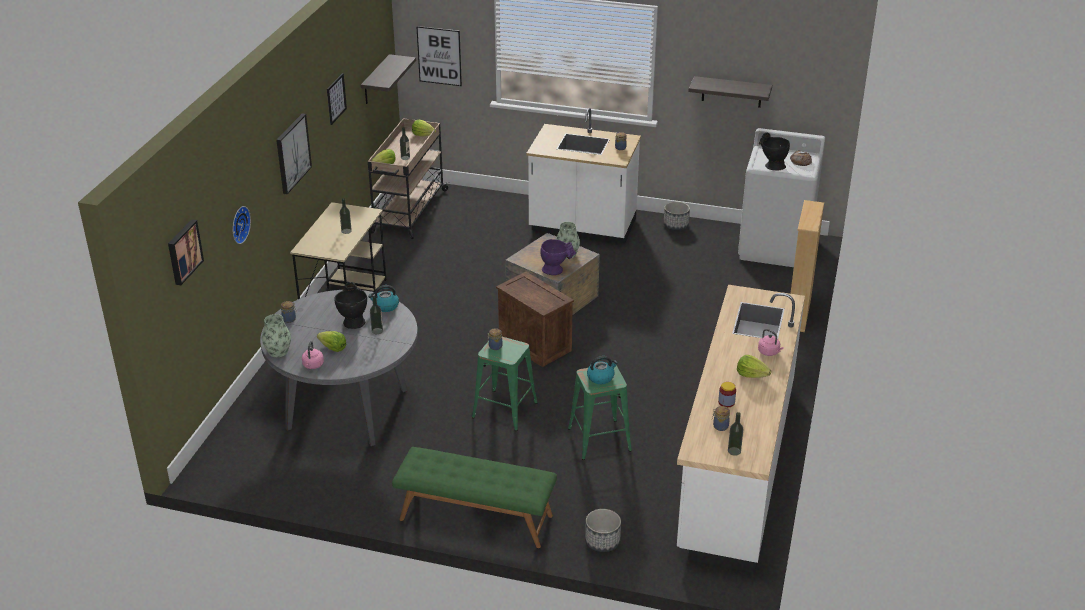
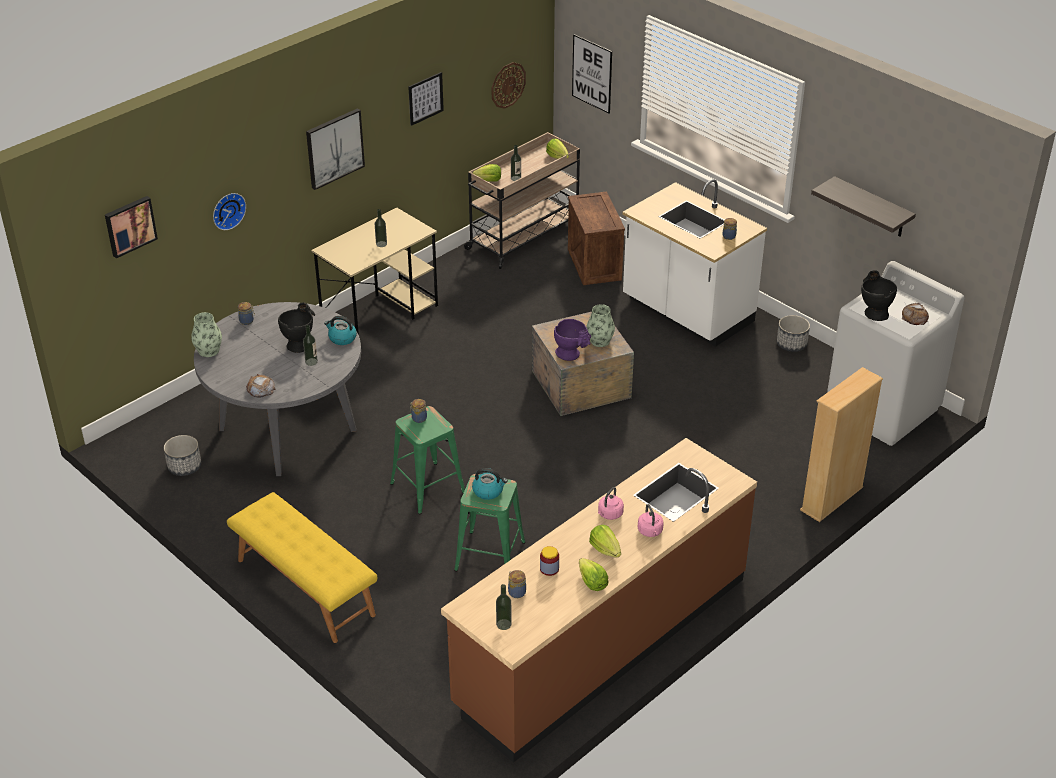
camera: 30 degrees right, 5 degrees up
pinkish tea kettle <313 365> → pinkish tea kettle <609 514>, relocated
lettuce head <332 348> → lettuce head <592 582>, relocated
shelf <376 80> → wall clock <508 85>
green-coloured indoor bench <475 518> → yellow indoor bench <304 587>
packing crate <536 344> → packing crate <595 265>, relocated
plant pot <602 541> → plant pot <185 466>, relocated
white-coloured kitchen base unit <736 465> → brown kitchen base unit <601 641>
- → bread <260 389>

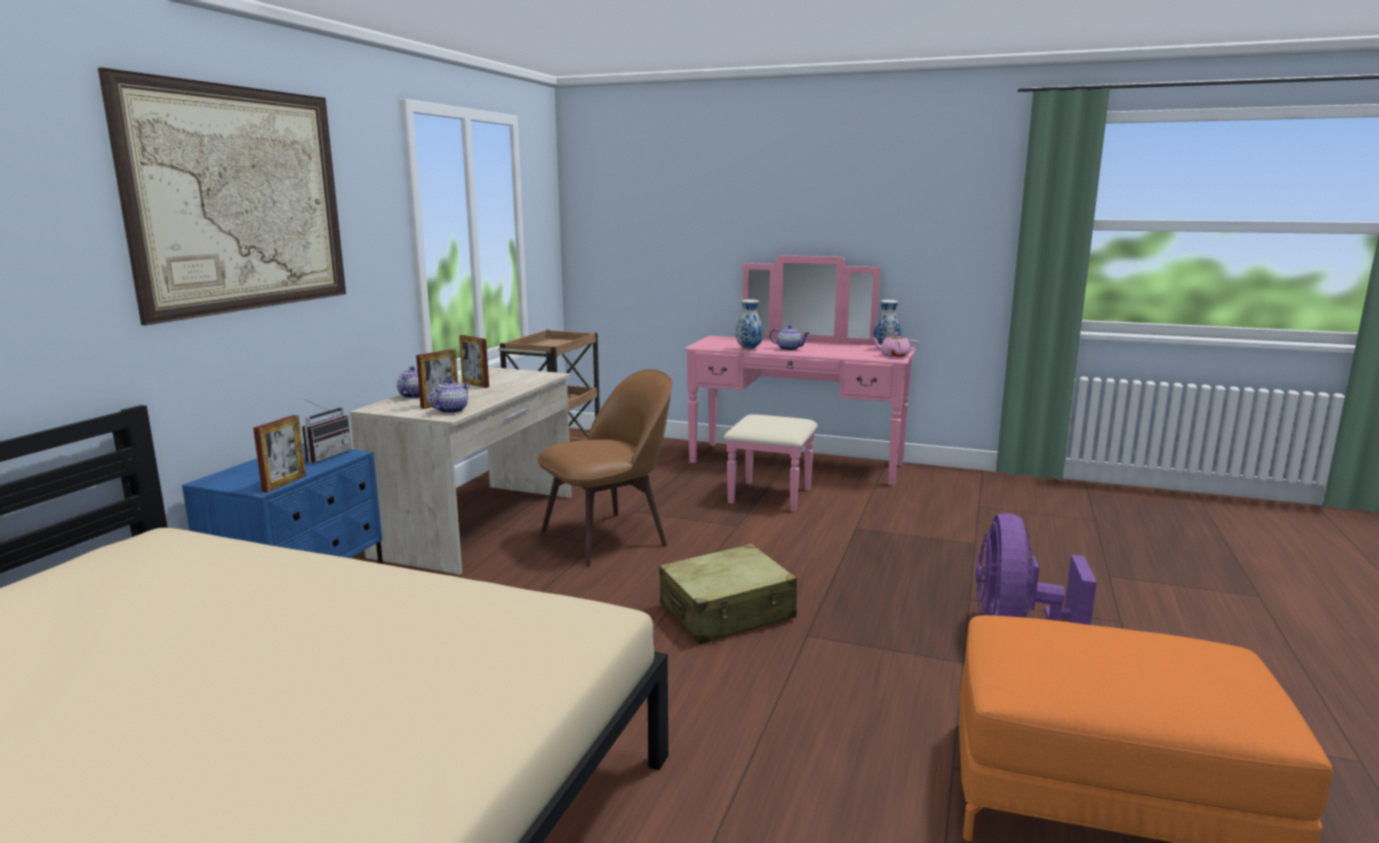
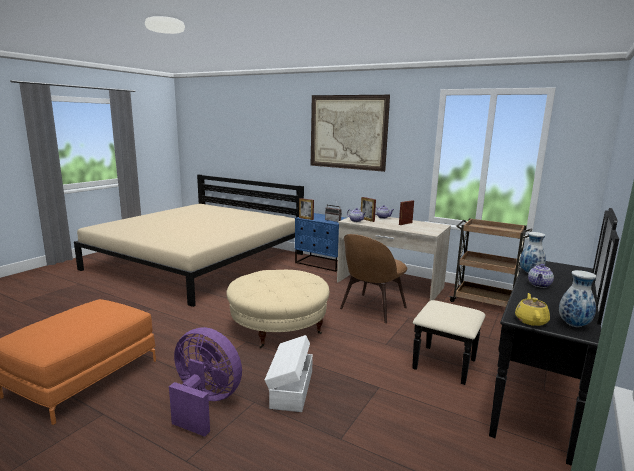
camera: 100 degrees right, 0 degrees up
brown plain chair <608 537> → brown plain chair <371 309>, 60 degrees clockwise
sand-coloured suitcase <727 612> → sand-coloured pouffe <278 327>
pinkish chest of drawers <791 470> → black-coloured chest of drawers <514 385>
pinkish tea pot <894 355> → yellow tea pot <531 320>
- → white-coloured storage box <290 389>

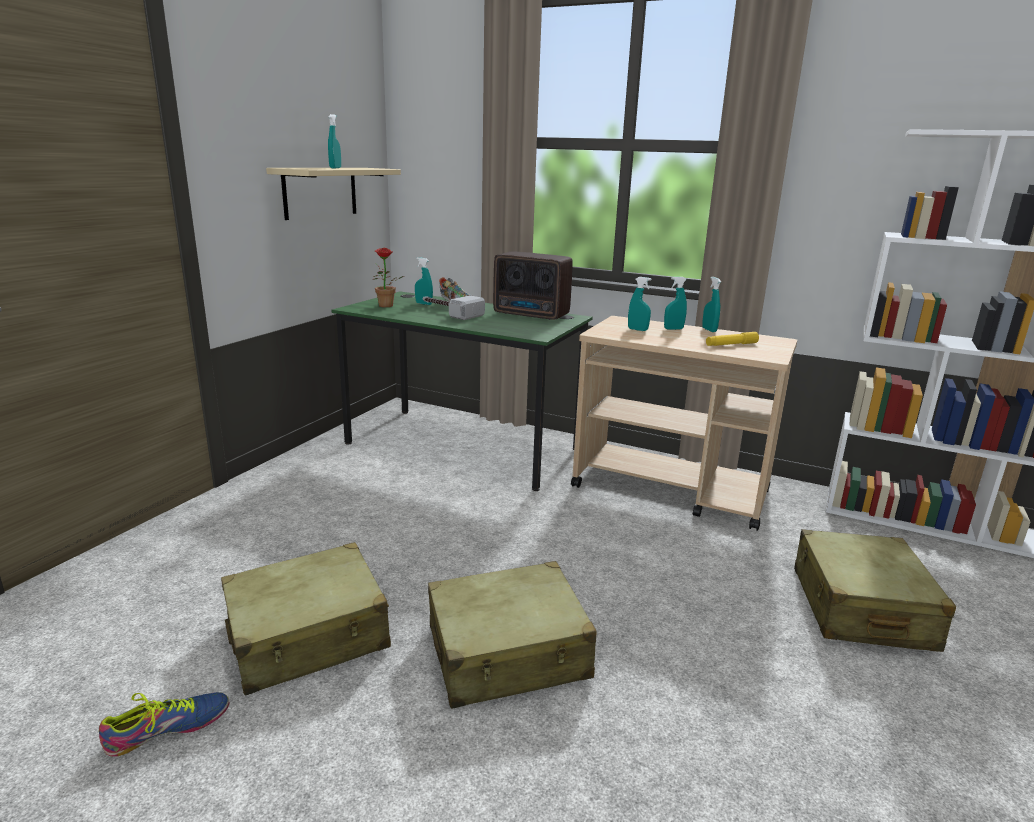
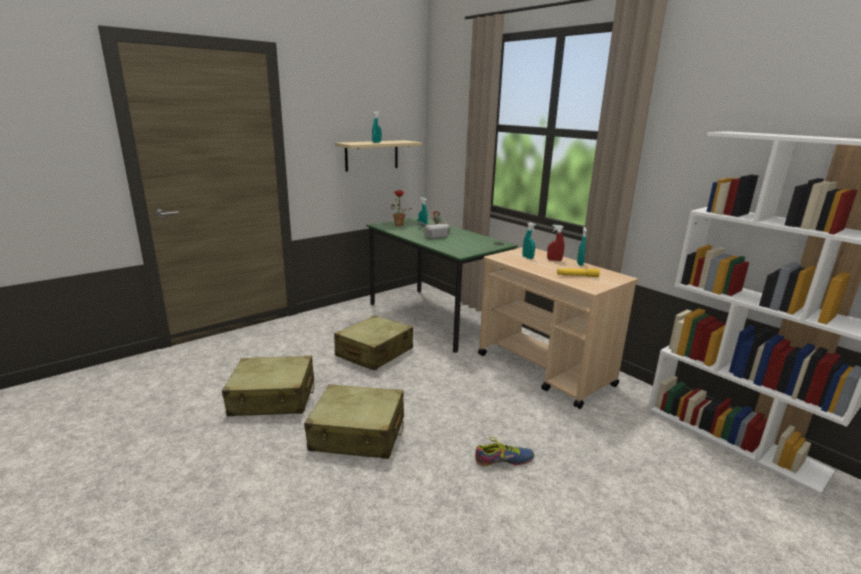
camera: 25 degrees right, 0 degrees up
shoe <168 729> → shoe <503 460>, relocated
radio <532 315> → -
blue-green hand sprayer <673 329> → red-coloured hand sprayer <554 260>
sand-coloured suitcase <860 608> → sand-coloured suitcase <374 353>, relocated

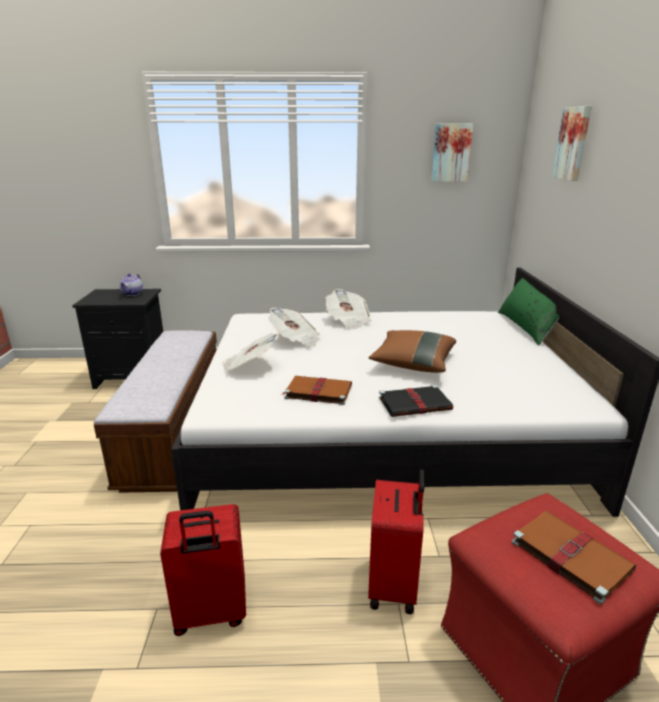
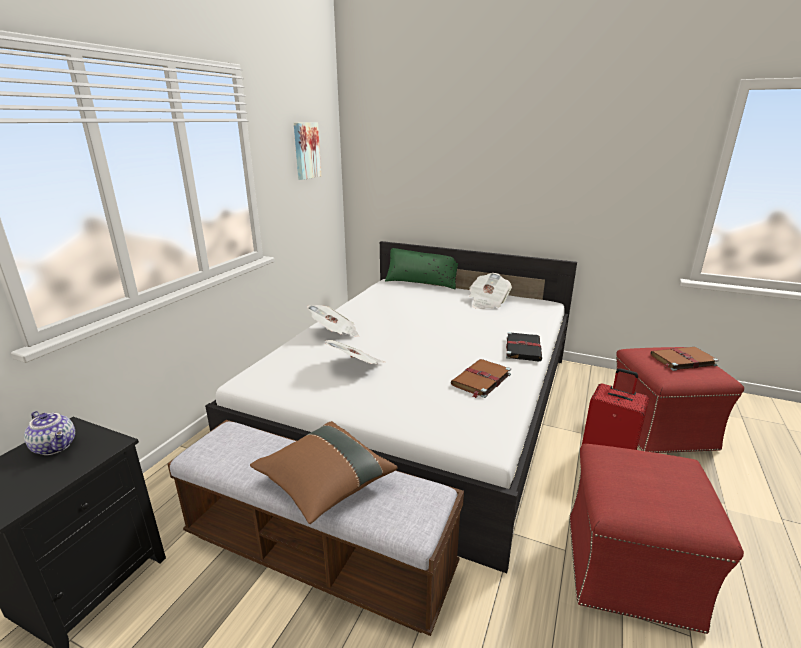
camera: 65 degrees left, 0 degrees up
red-coloured suitcase <211 614> → red-coloured pouffe <630 570>
newspaper <249 366> → newspaper <487 302>, relocated
brown pillow <413 363> → brown pillow <324 483>, relocated
wall art <573 144> → -

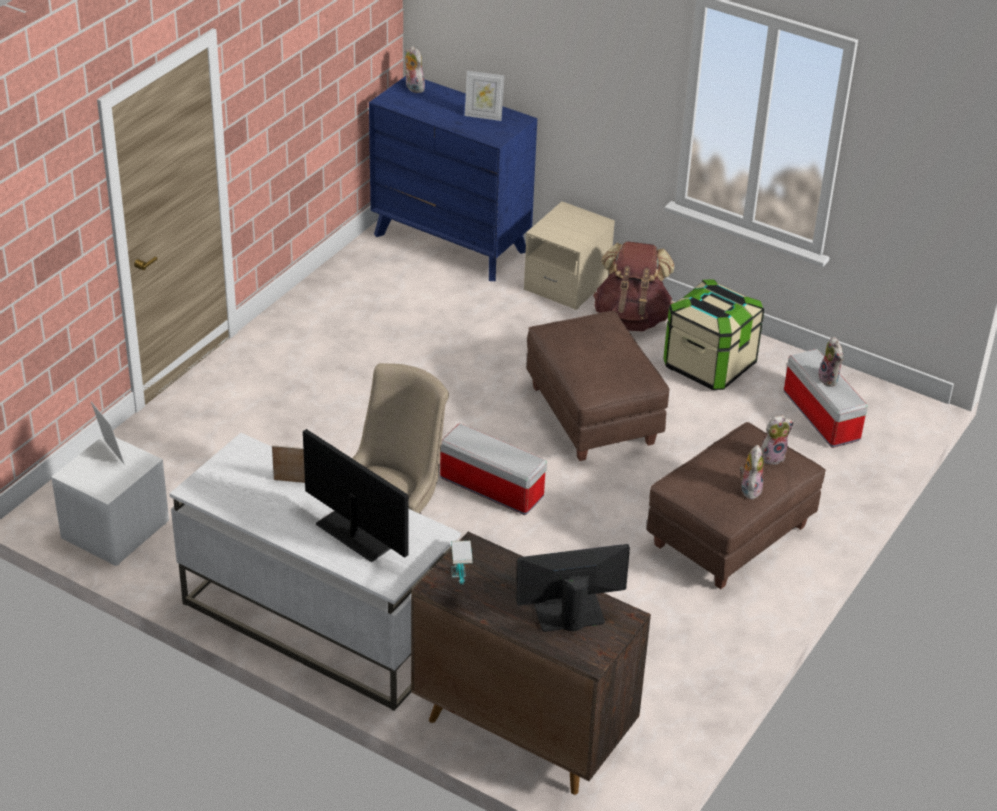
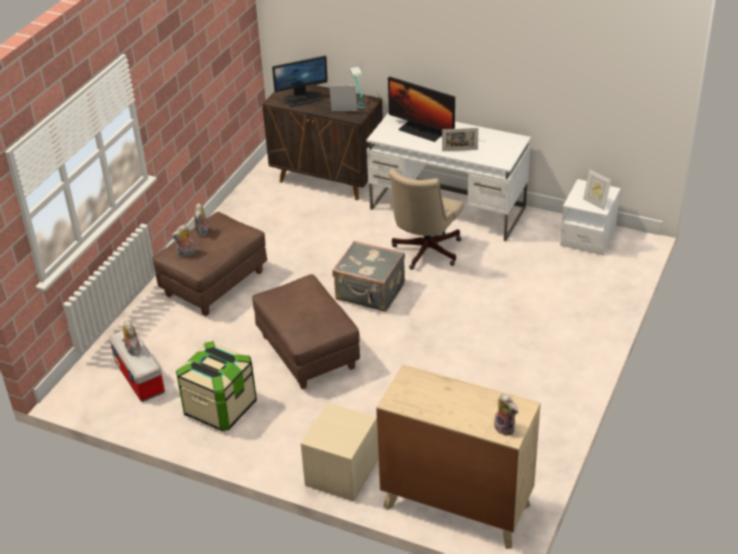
camera: 175 degrees right, 0 degrees up
blue-coloured chest of drawers <450 243> → sand-coloured chest of drawers <456 506>
storage box <490 487> → grey suitcase <370 293>
photo frame <483 116> → photo frame <344 112>, relocated
brown rucksack <632 318> → -

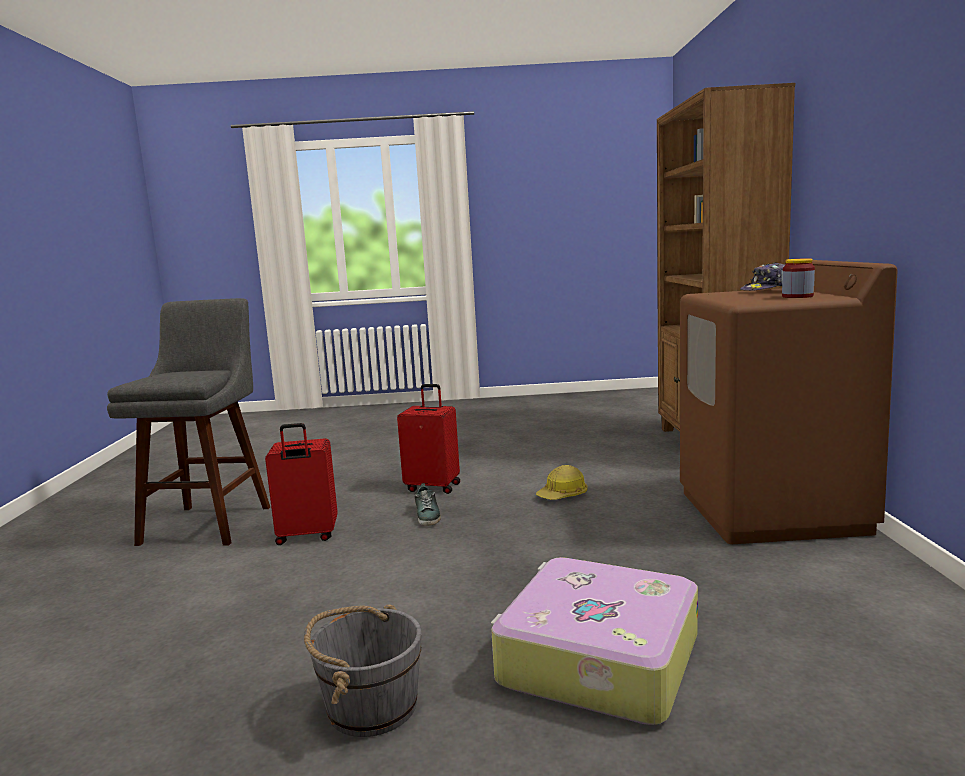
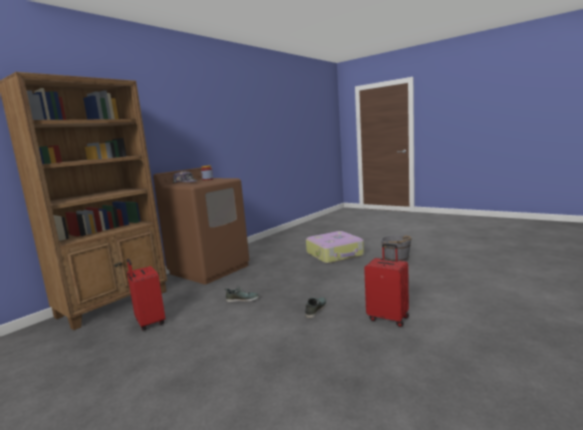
camera: 140 degrees left, 0 degrees up
grey stool <210 522> → -
red-coloured suitcase <433 487> → red-coloured suitcase <149 323>, relocated
hard hat <563 495> → shoe <242 299>

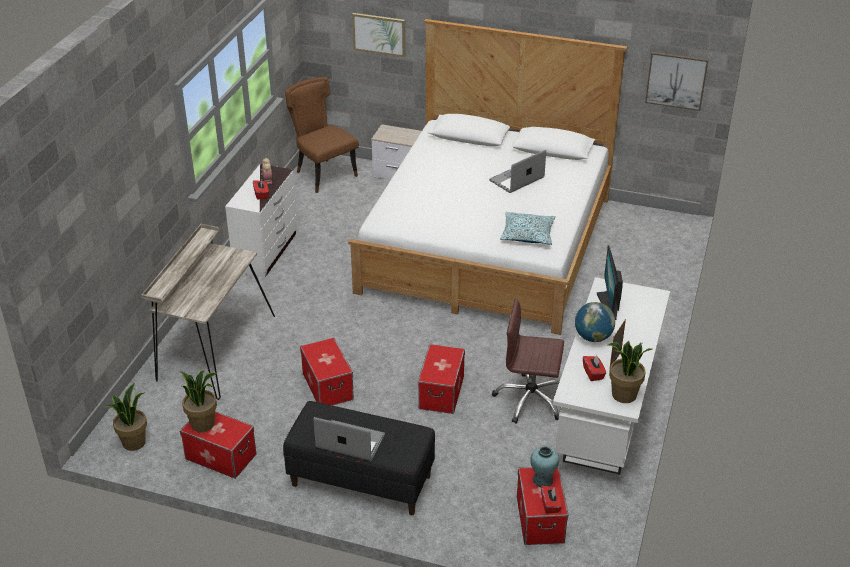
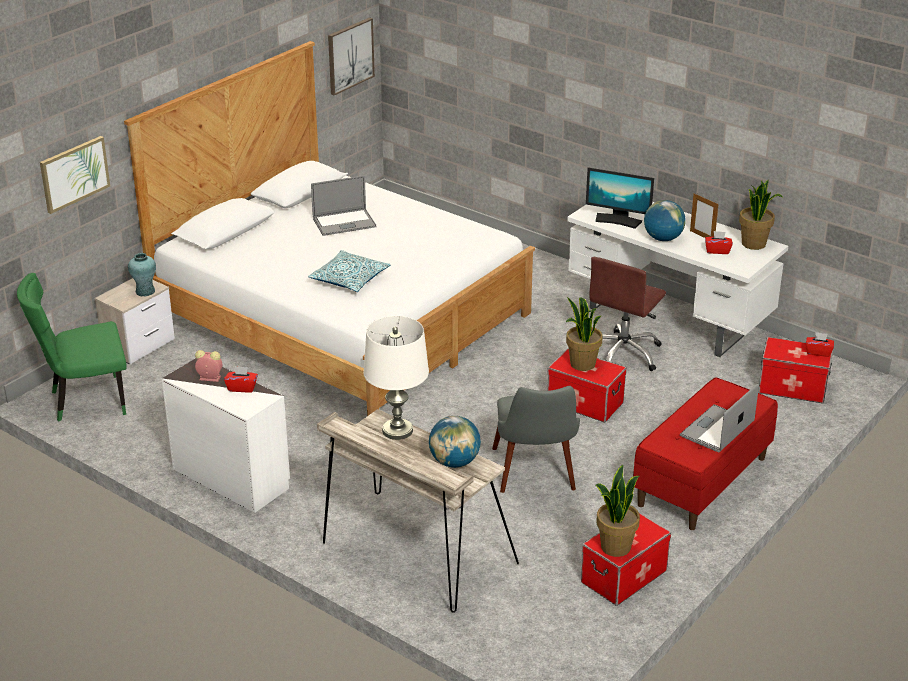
camera: 70 degrees left, 5 degrees down
houseplant <134 442> → houseplant <582 364>, relocated
black-coloured indoor bench <361 481> → red-coloured indoor bench <702 481>
brown plain chair <323 174> → green-coloured plain chair <85 401>
storage box <327 386> → grey plain chair <536 476>
portable computer <516 179> → portable computer <344 223>, 90 degrees counterclockwise
pillow <527 234> → pillow <349 279>, relocated
blue-green flower vase <542 480> → blue-green flower vase <145 291>, relocated
- → white-coloured table lamp <397 430>
- → globe <454 462>

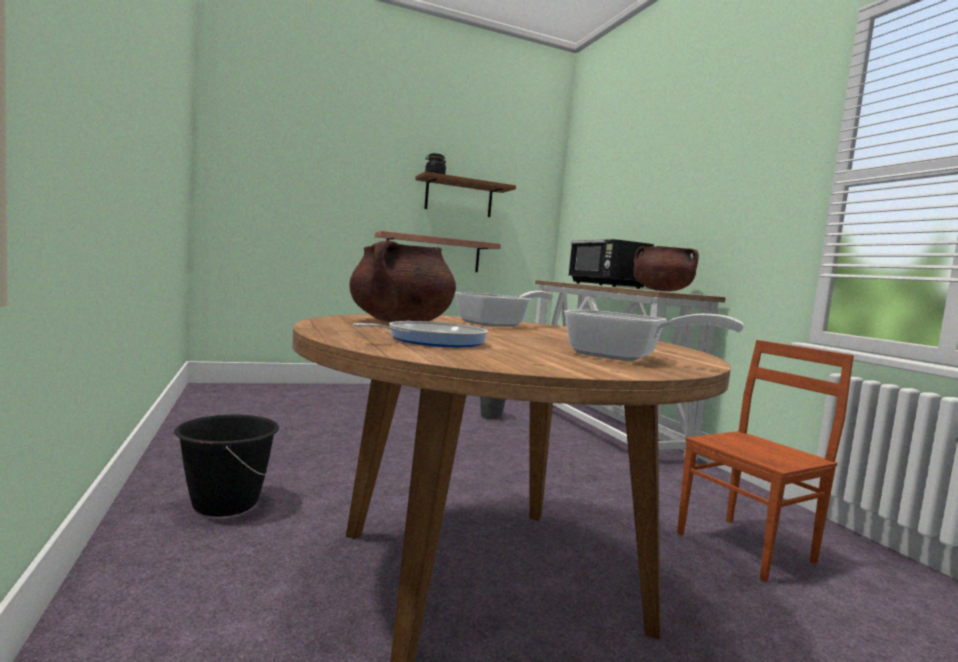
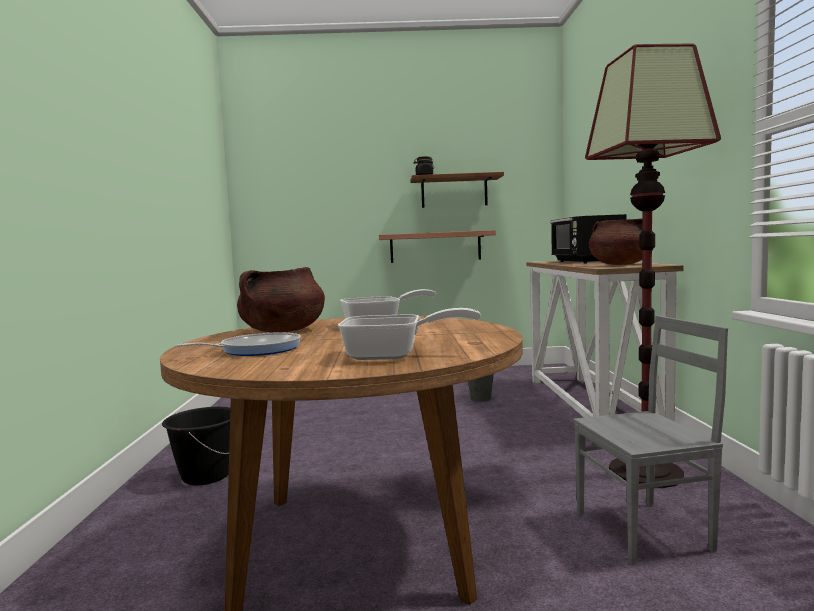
camera: 20 degrees right, 0 degrees up
pan <625 358> → pan <393 355>, 45 degrees counterclockwise
brown plain chair <747 548> → grey plain chair <645 531>
- → floor lamp <644 472>

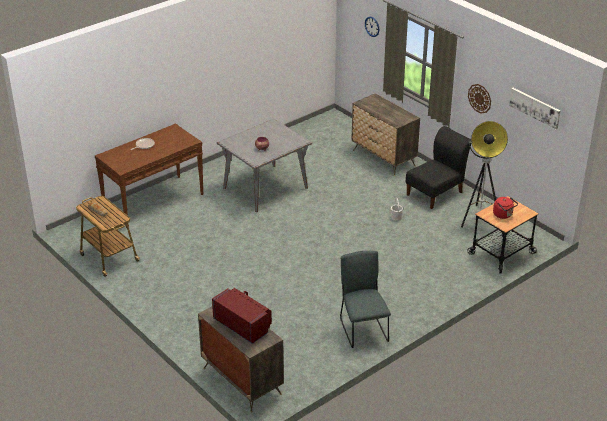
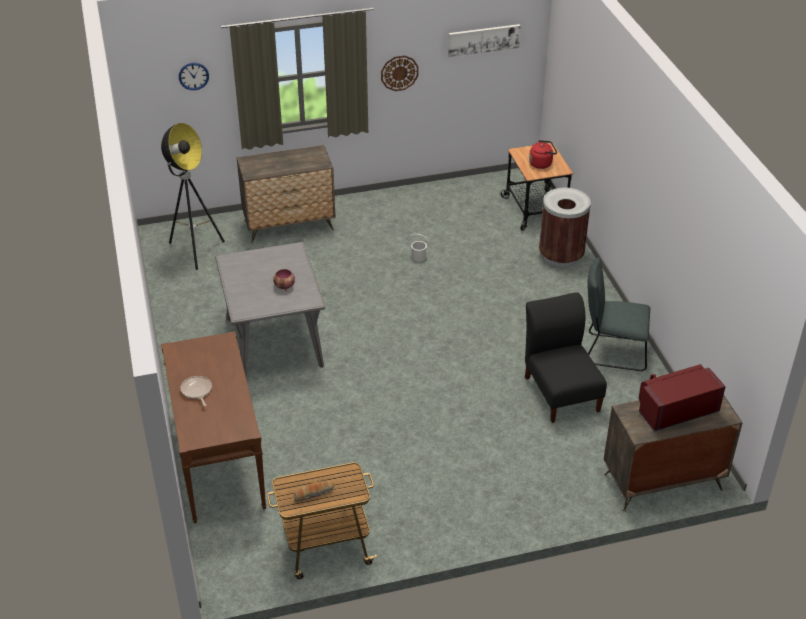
camera: 65 degrees left, 5 degrees up
black-coloured plain chair <436 192> → black-coloured plain chair <561 391>, relocated
floor lamp <479 219> → floor lamp <195 251>, relocated
- → brown waste bin <560 256>

